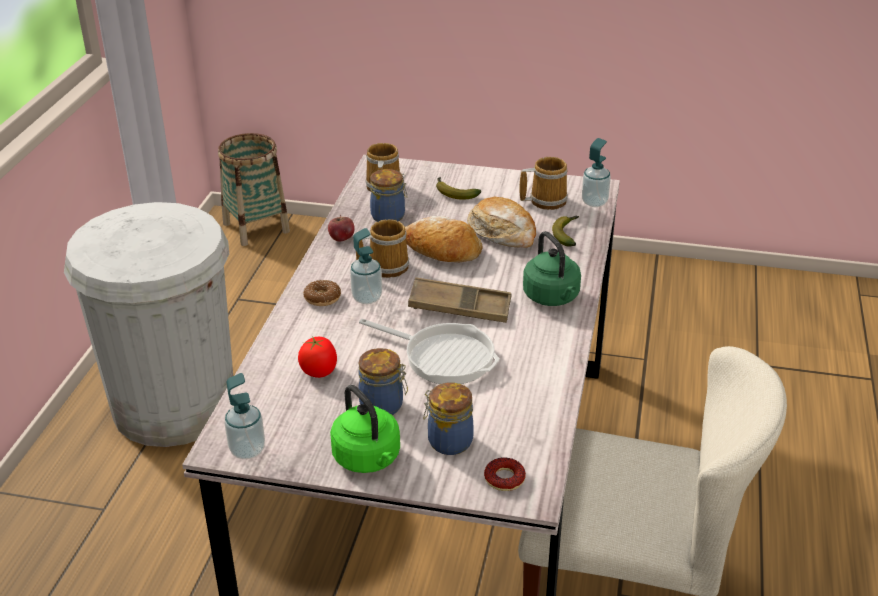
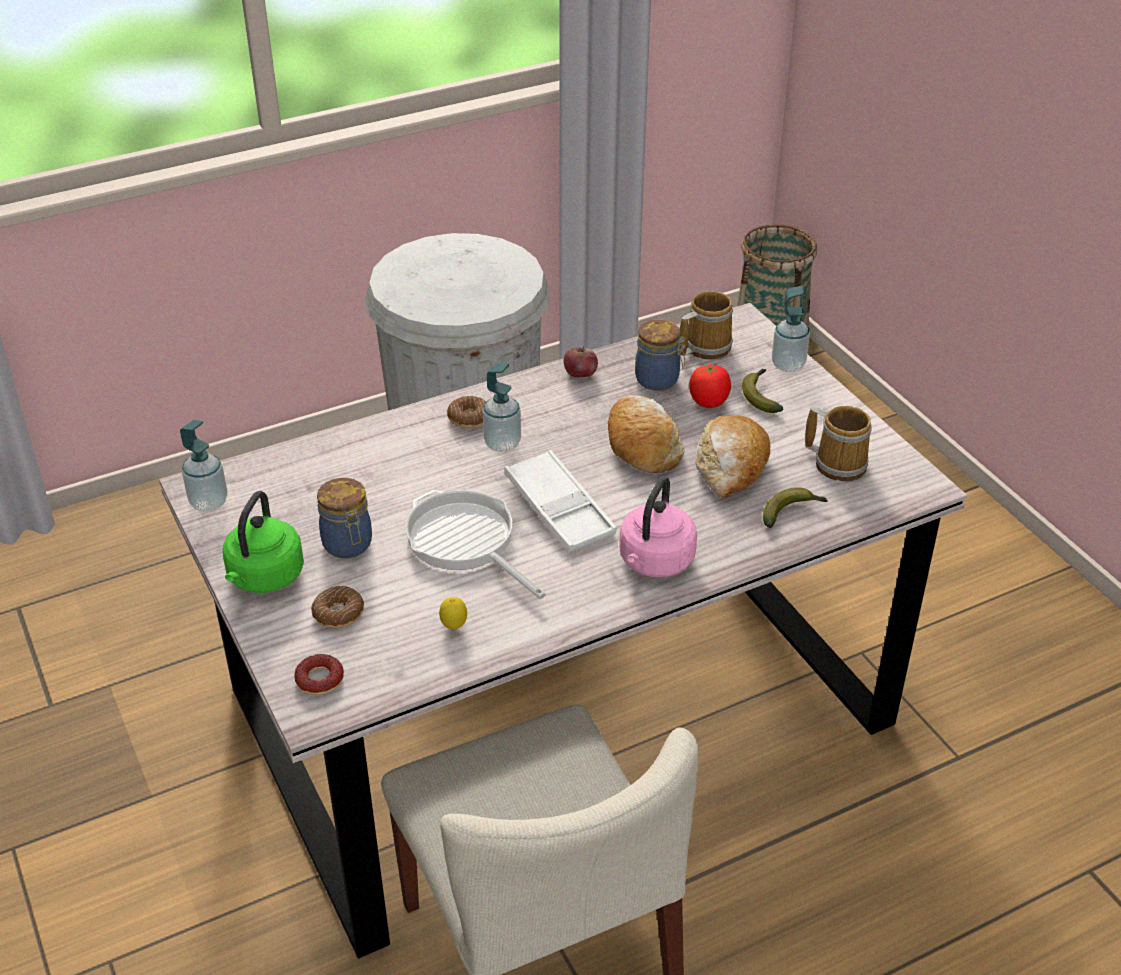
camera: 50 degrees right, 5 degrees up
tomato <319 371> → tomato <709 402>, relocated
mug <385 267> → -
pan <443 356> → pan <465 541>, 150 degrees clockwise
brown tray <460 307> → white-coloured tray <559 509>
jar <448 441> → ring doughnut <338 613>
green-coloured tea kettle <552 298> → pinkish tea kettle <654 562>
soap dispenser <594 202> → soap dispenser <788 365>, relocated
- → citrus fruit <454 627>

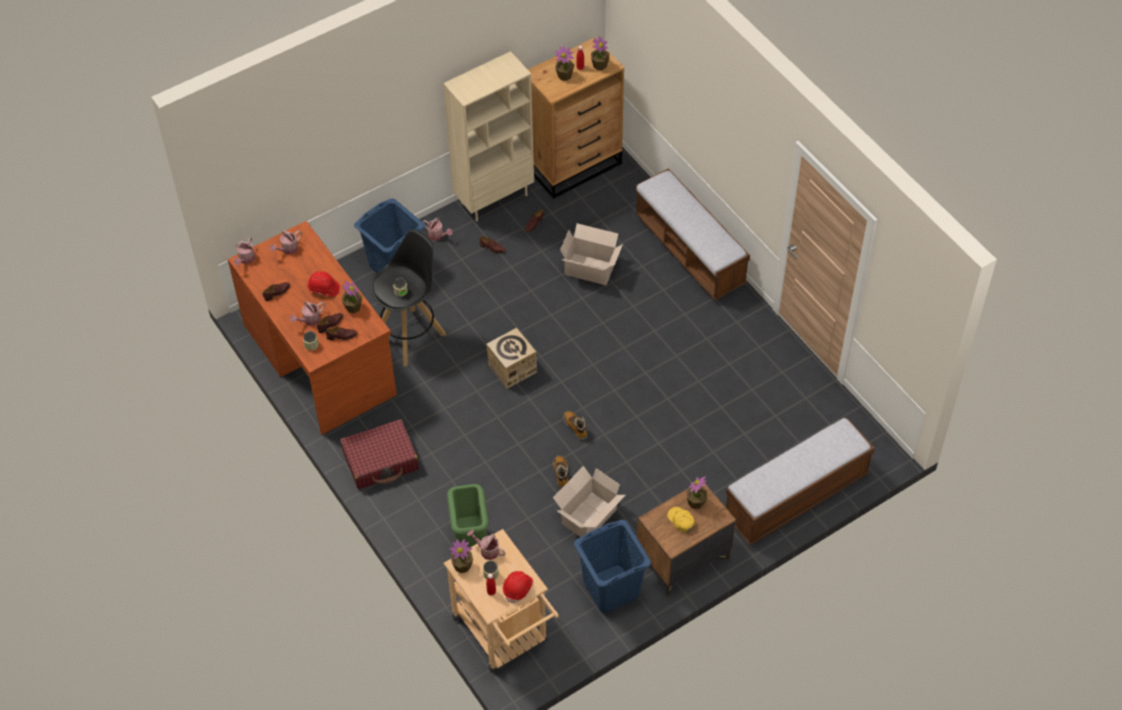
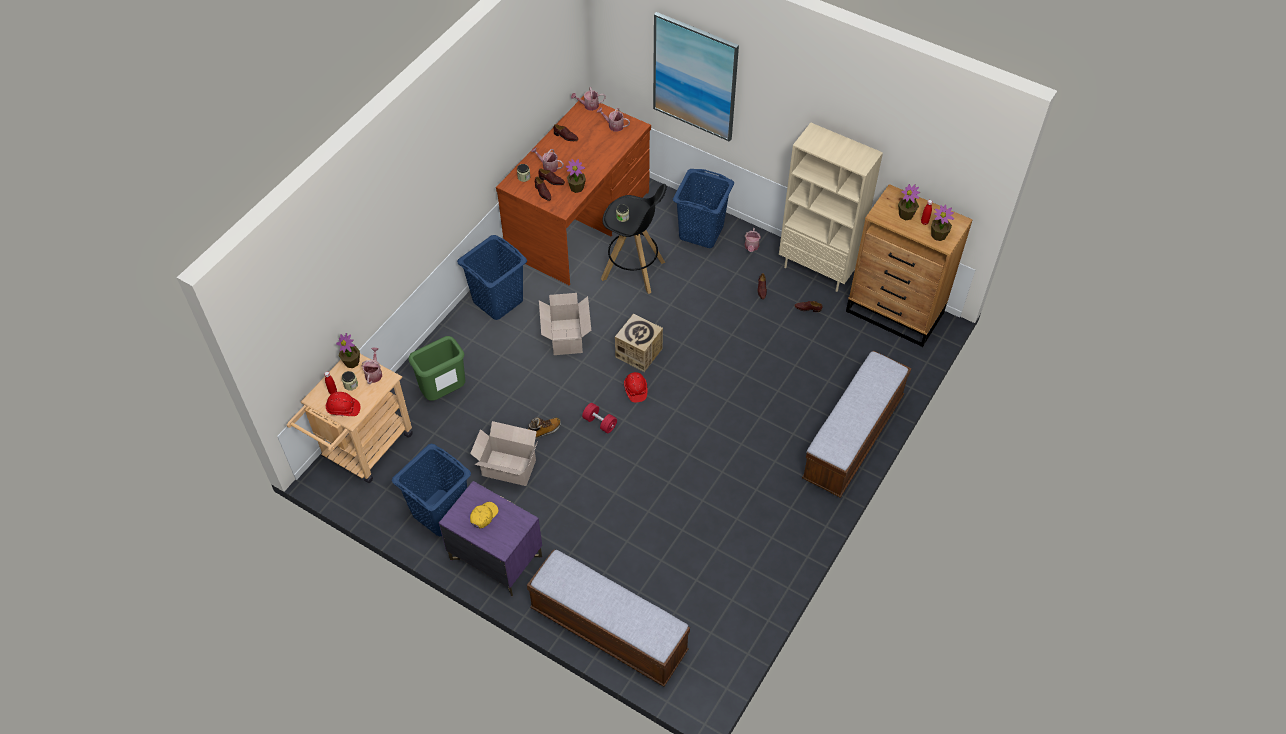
camera: 65 degrees right, 0 degrees up
red-coloured hard hat <323 289> → red-coloured hard hat <635 390>, relocated
red-coloured suitcase <381 460> → blue-coloured laundry basket <498 301>
cardboard box <591 269> → cardboard box <566 338>, relocated
high-top boot <575 427> → red-coloured dumbbell <599 422>
brown night table <682 559> → purple-coloured night table <495 558>
houseplant <696 502> → -
- → wall art <695 77>

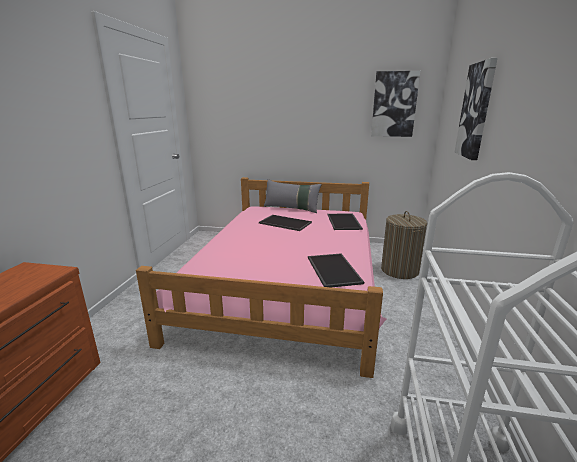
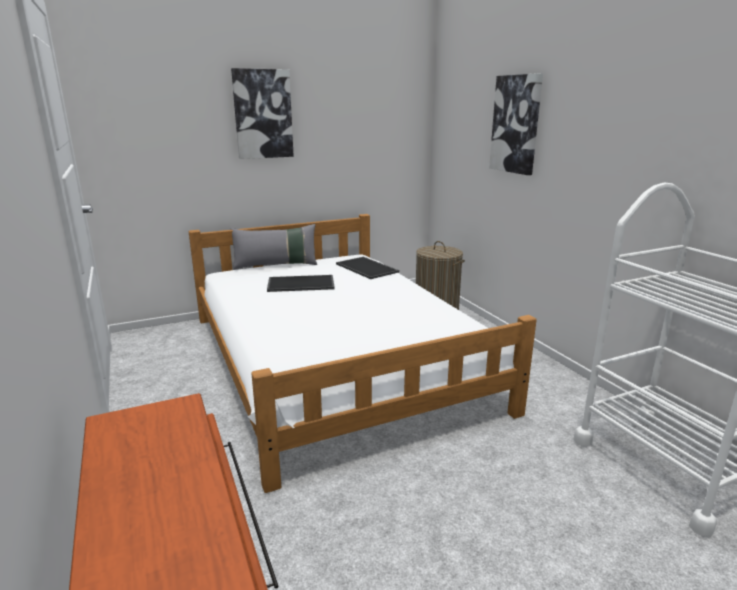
camera: 35 degrees left, 0 degrees up
pinkish bedroom bed <286 281> → white-coloured bedroom bed <334 360>
tray <332 269> → -
wall art <394 104> → wall art <263 114>, relocated

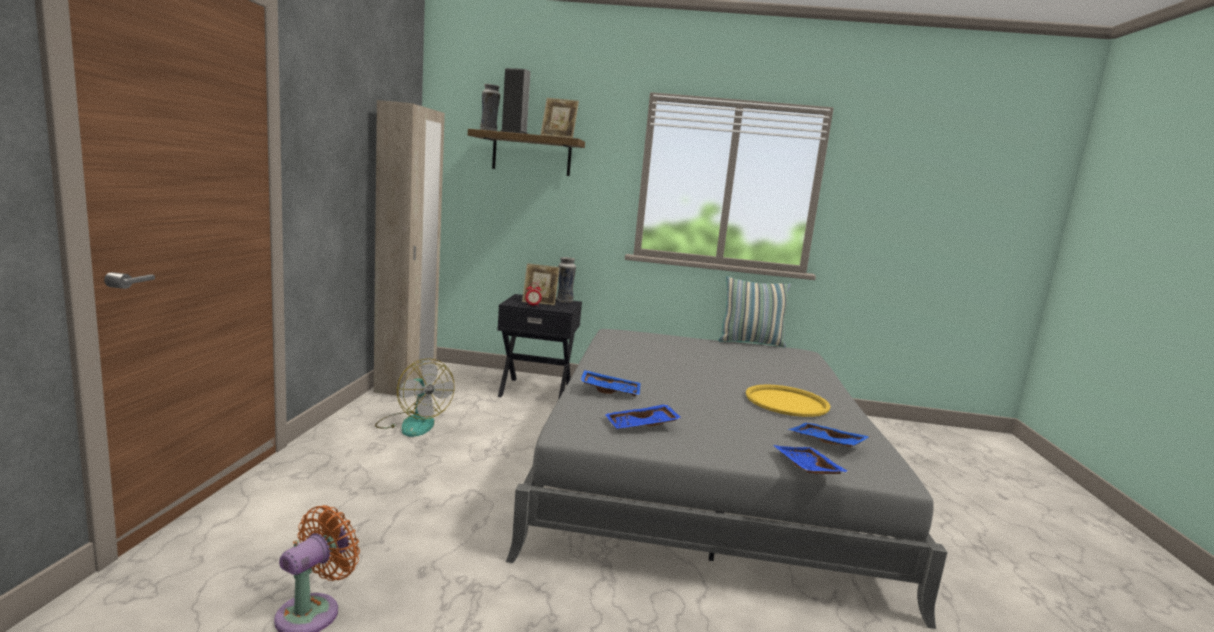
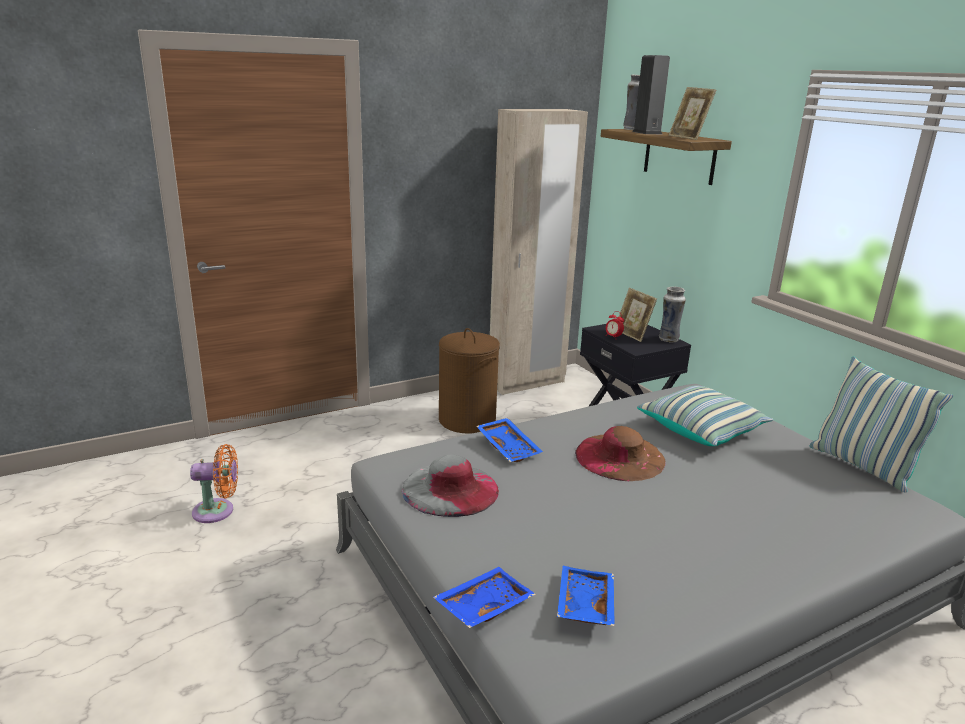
camera: 55 degrees right, 10 degrees up
fan <413 423> → brown laundry basket <467 420>
blue-coloured tray <642 426> → grey clothing hat <450 489>
yellow tray <787 402> → -
- → brown clothing hat <620 457>
- → pillow <702 429>

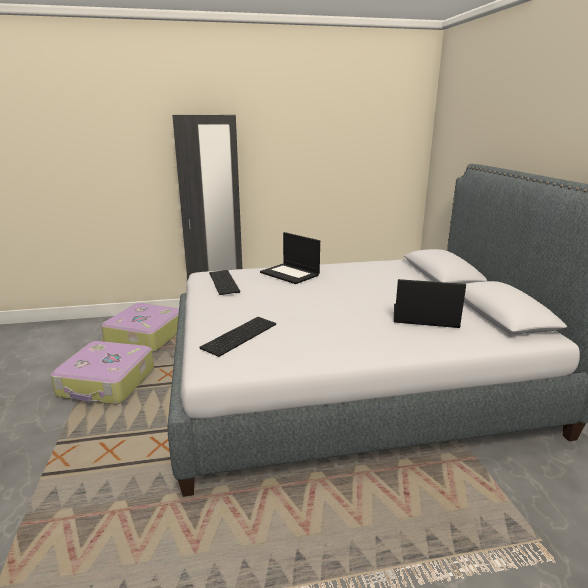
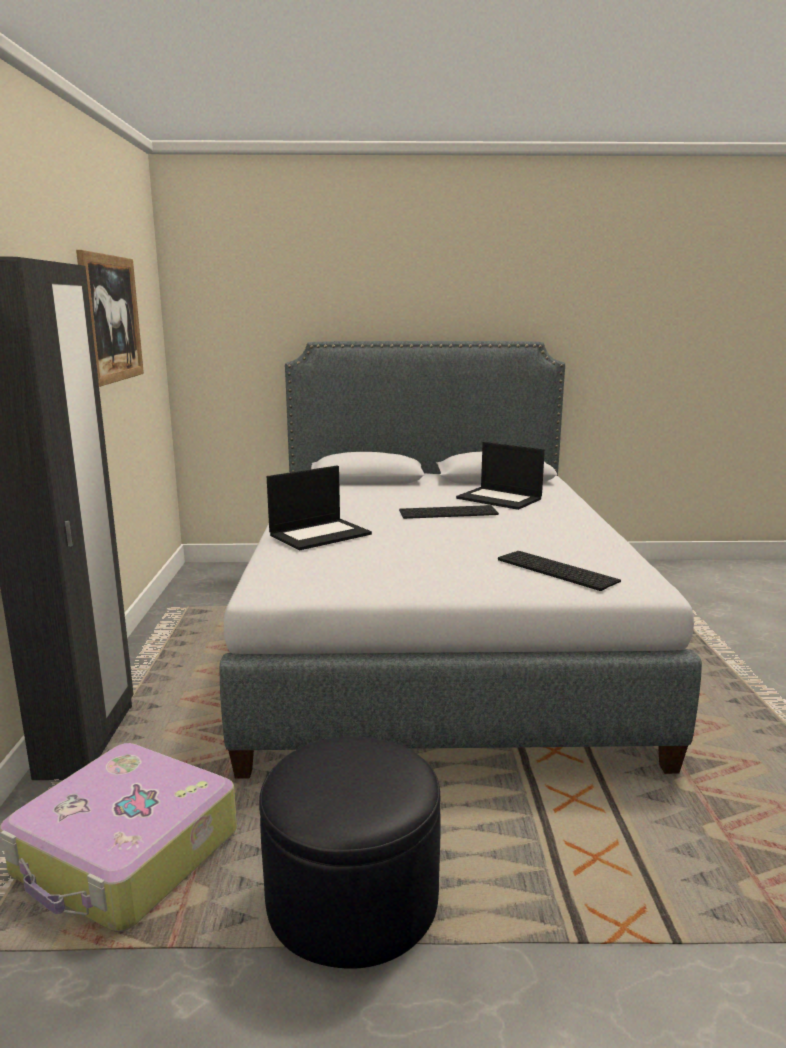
camera: 80 degrees left, 5 degrees down
suitcase <107 383> → black-coloured pouffe <352 897>
keyboard <225 282> → keyboard <449 512>, relocated
portable computer <424 317> → portable computer <500 498>, 75 degrees counterclockwise
- → wall art <111 318>

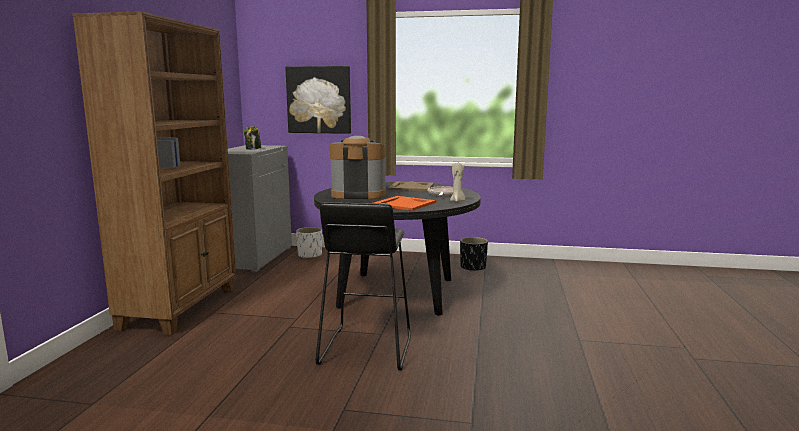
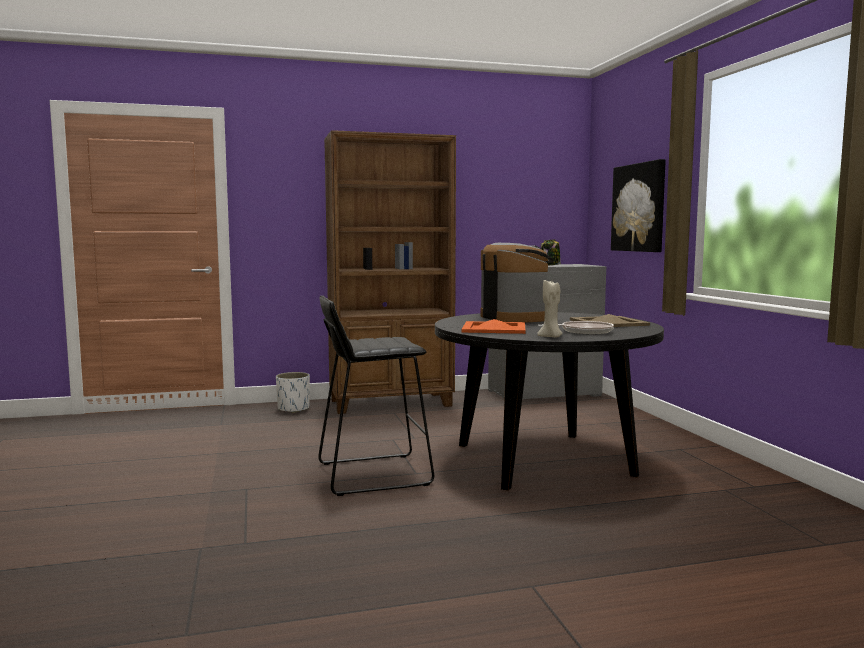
camera: 65 degrees right, 5 degrees down
white-coloured plant pot <310 255> → white-coloured plant pot <293 409>, relocated
black-coloured plant pot <473 267> → -

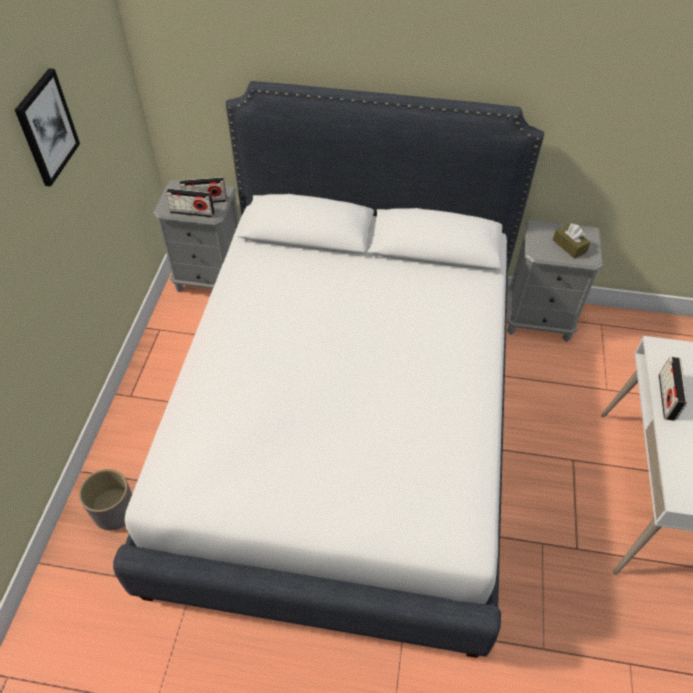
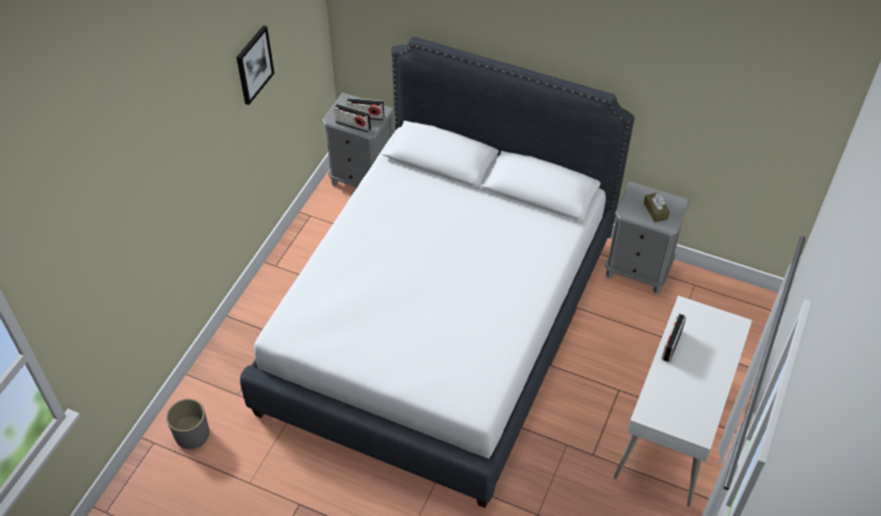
camera: 15 degrees right, 0 degrees up
grey plant pot <115 511> → grey plant pot <192 434>, relocated

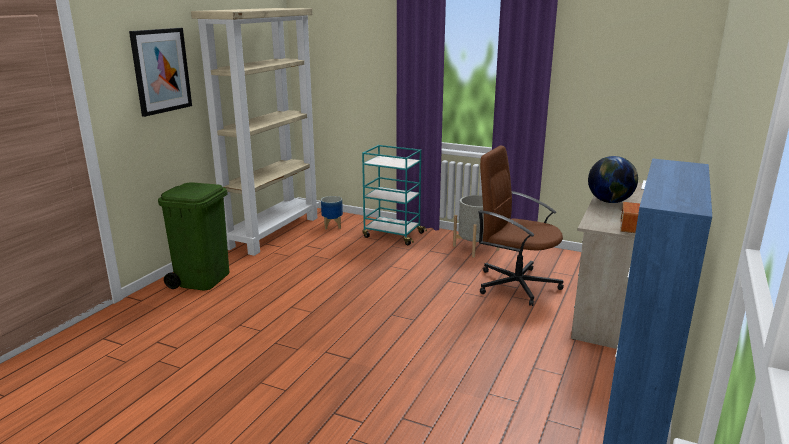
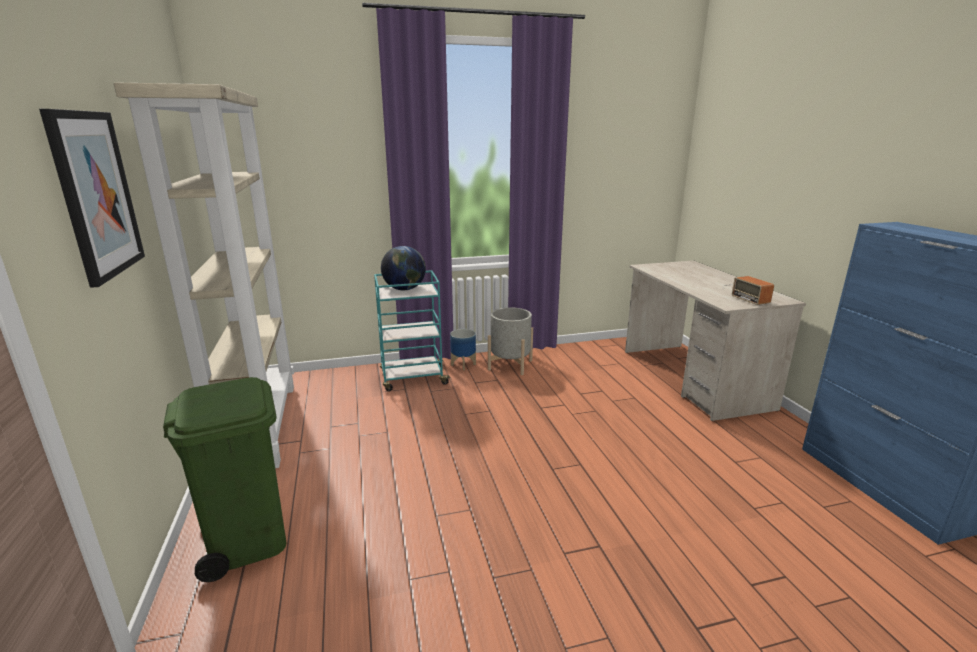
camera: 40 degrees left, 0 degrees up
plant pot <332 226> → plant pot <463 364>, relocated
brown computer chair <516 284> → -
globe <610 201> → globe <405 289>, relocated

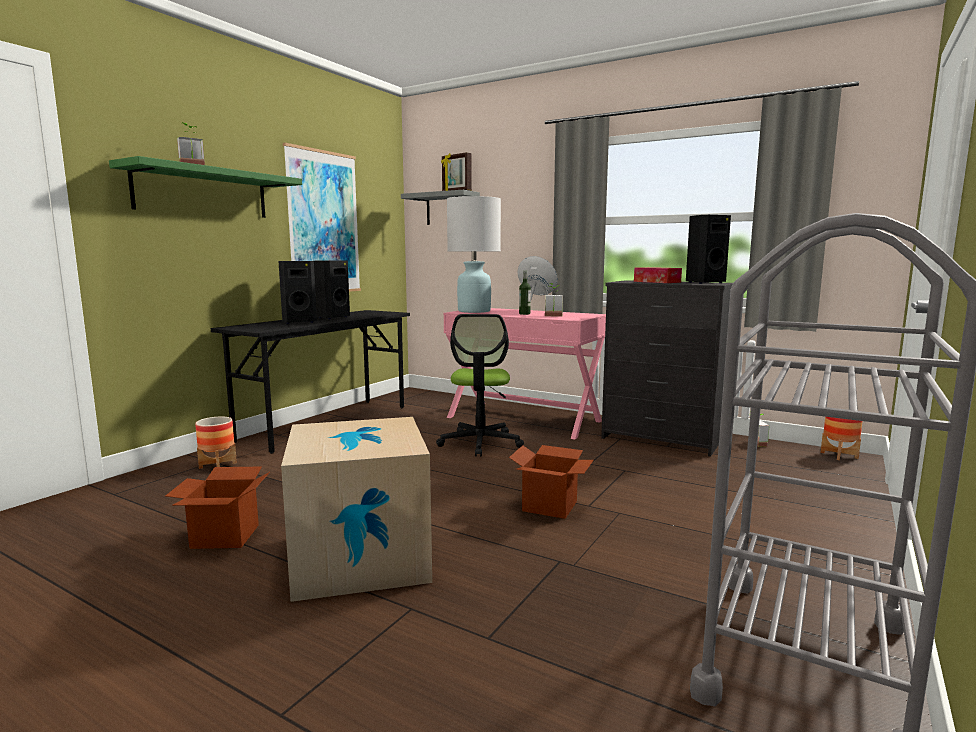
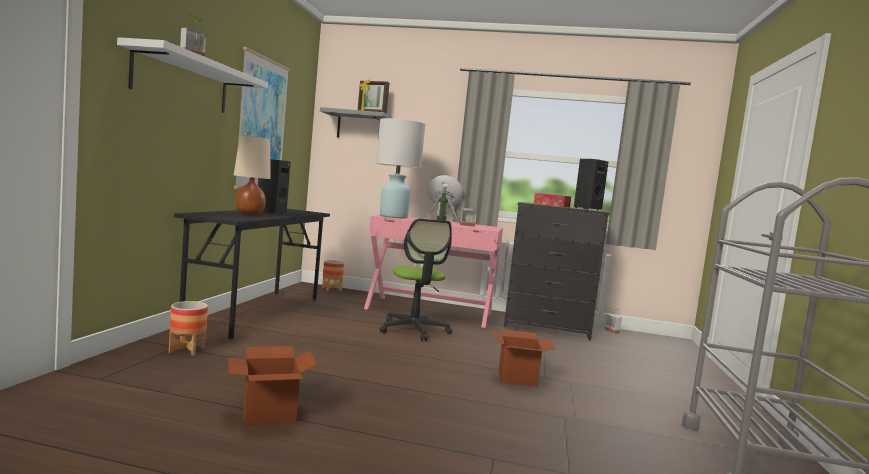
camera: 20 degrees left, 5 degrees down
green-coloured shelf <203 193> → white-coloured shelf <183 82>
black-coloured loudspeaker <298 322> → sand-coloured table lamp <249 214>
cardboard box <360 557> → -
plant pot <839 455> → plant pot <331 289>, relocated

